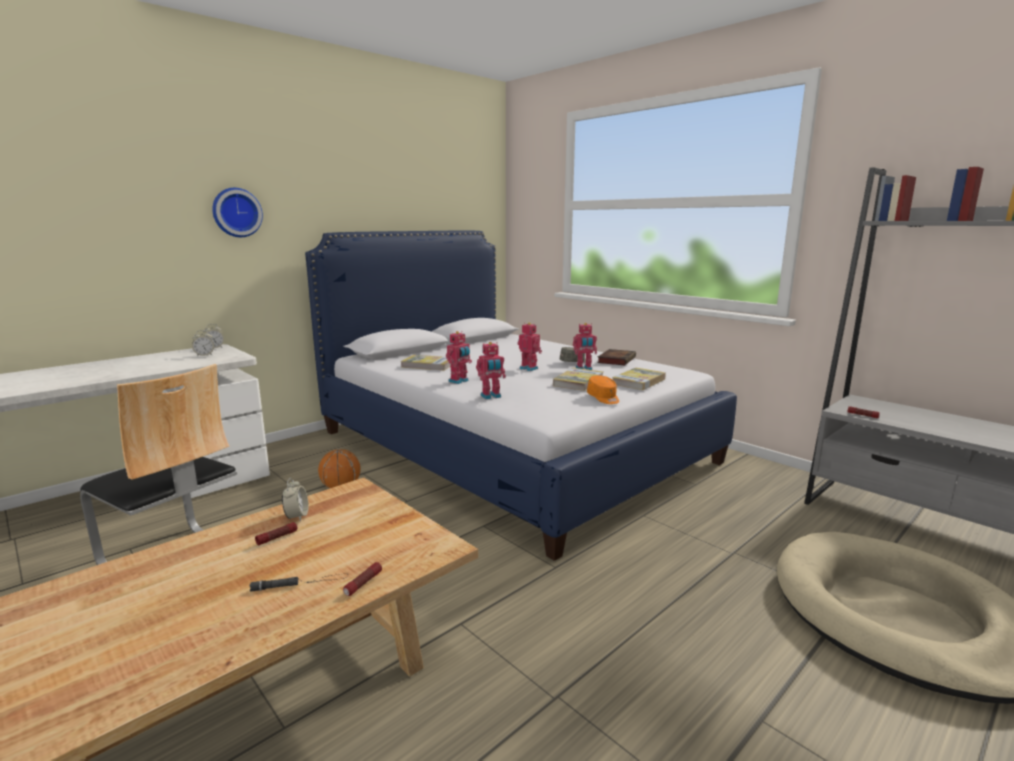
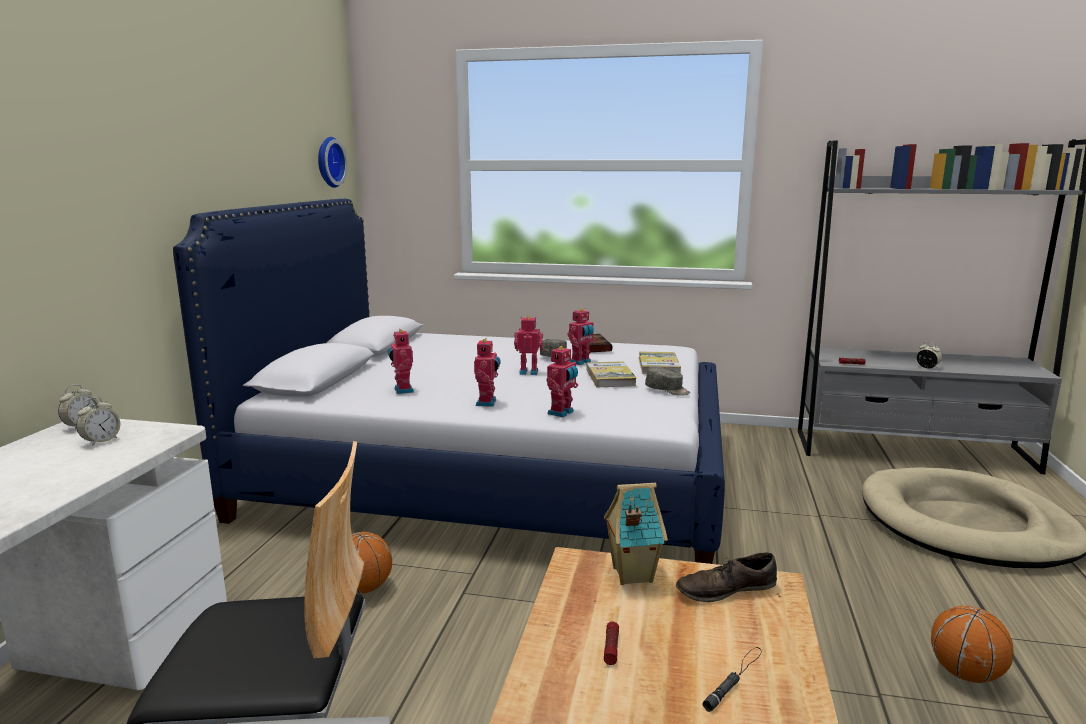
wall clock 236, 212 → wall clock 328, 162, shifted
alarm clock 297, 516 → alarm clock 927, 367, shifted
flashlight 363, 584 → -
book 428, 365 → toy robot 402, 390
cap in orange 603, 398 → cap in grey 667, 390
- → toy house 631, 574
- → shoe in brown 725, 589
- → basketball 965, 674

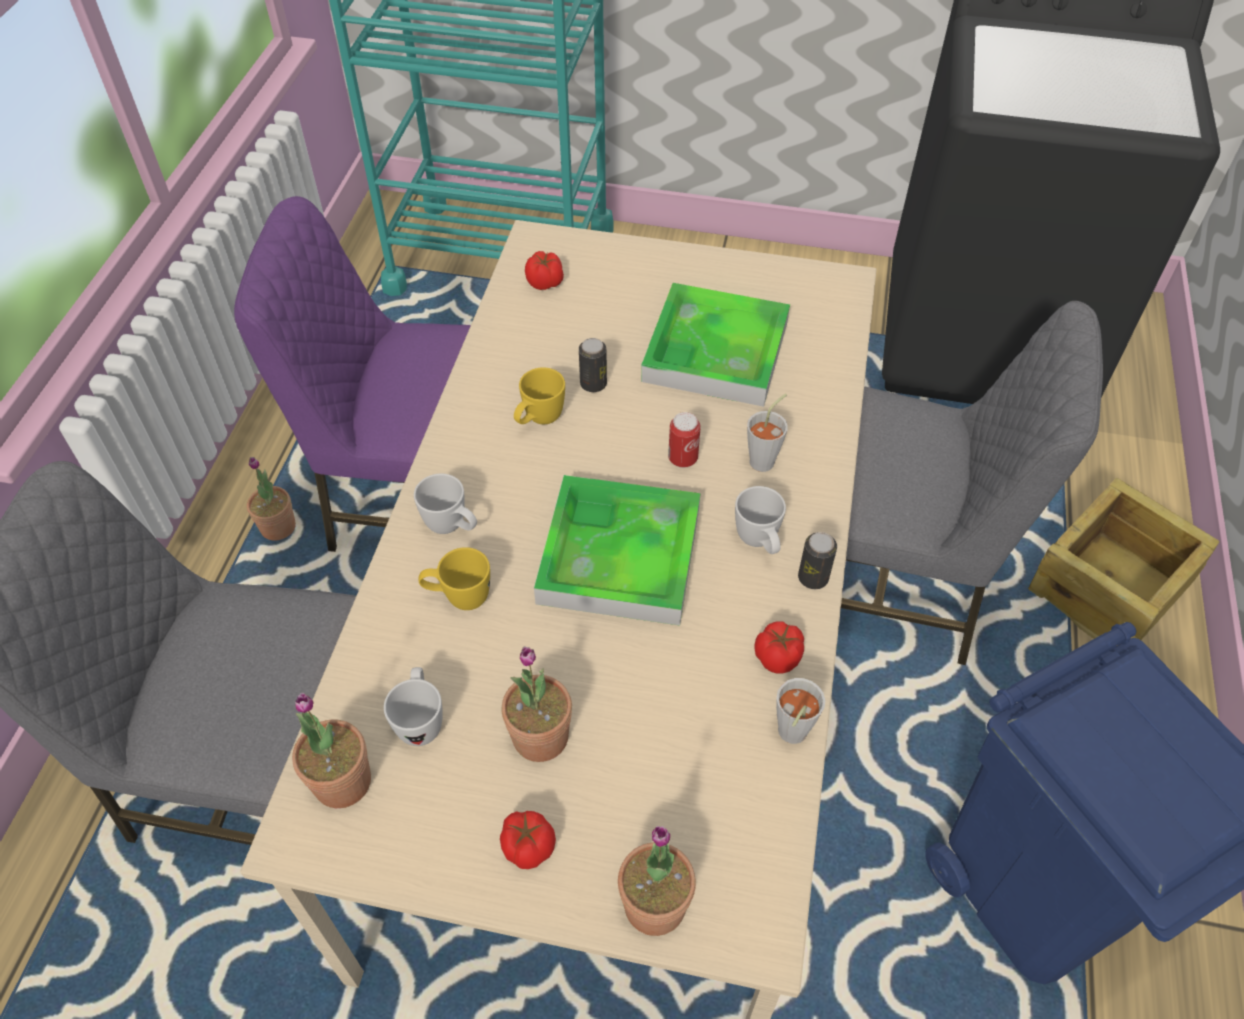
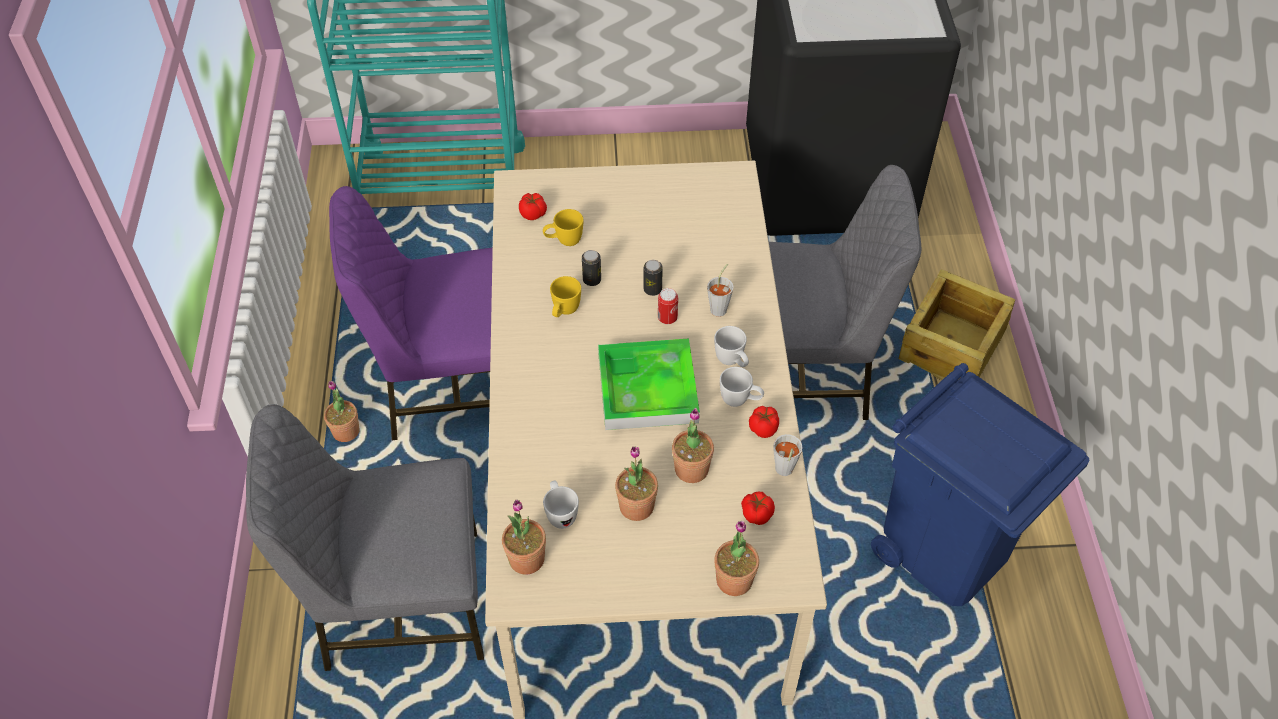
mug in white 452, 527 → mug in white 740, 401, shifted
mug in yellow 459, 598 → mug in yellow 564, 241, shifted
tomato 527, 846 → tomato 756, 514, shifted
tray 715, 351 → -
can 813, 578 → can 652, 289, shifted
- → potted plant 691, 469

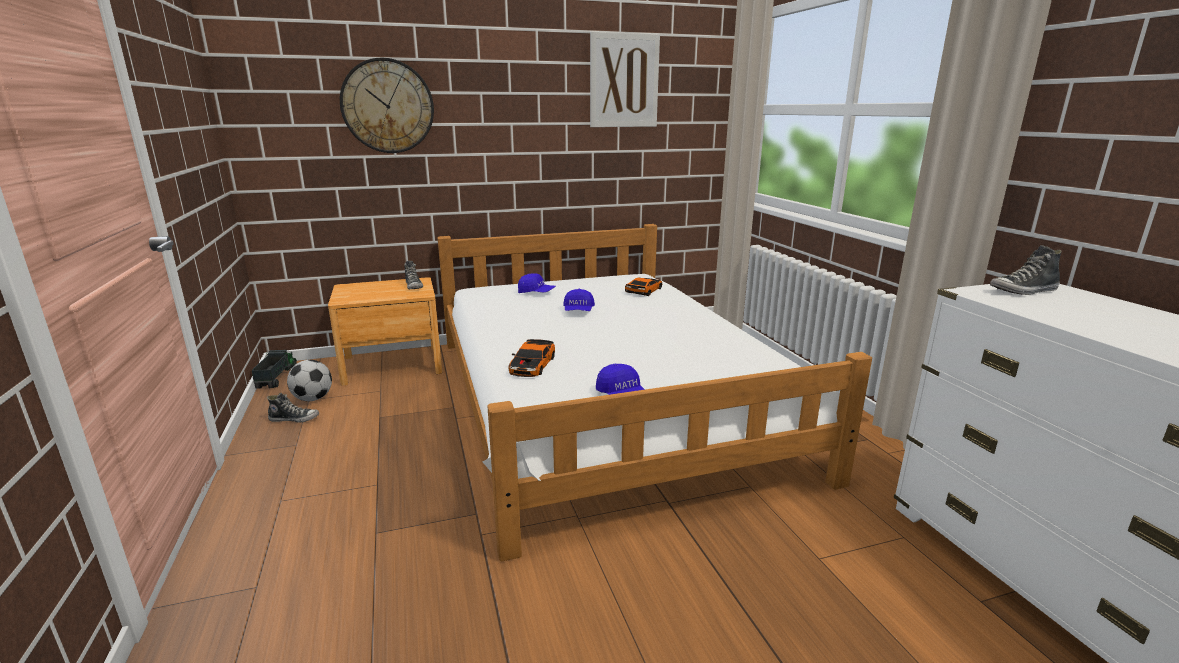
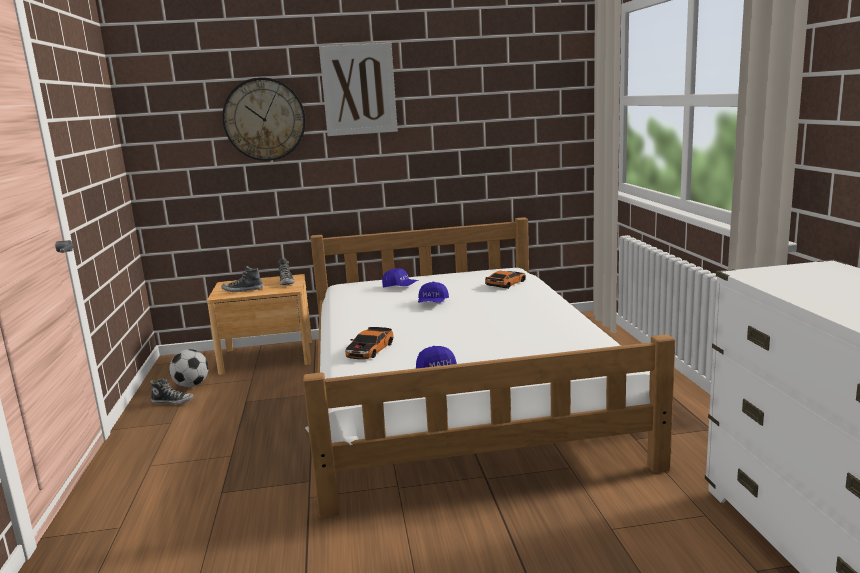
toy truck 277, 377 → -
picture 624, 81 → picture 359, 89, shifted
shoe 1023, 291 → shoe 242, 290, shifted

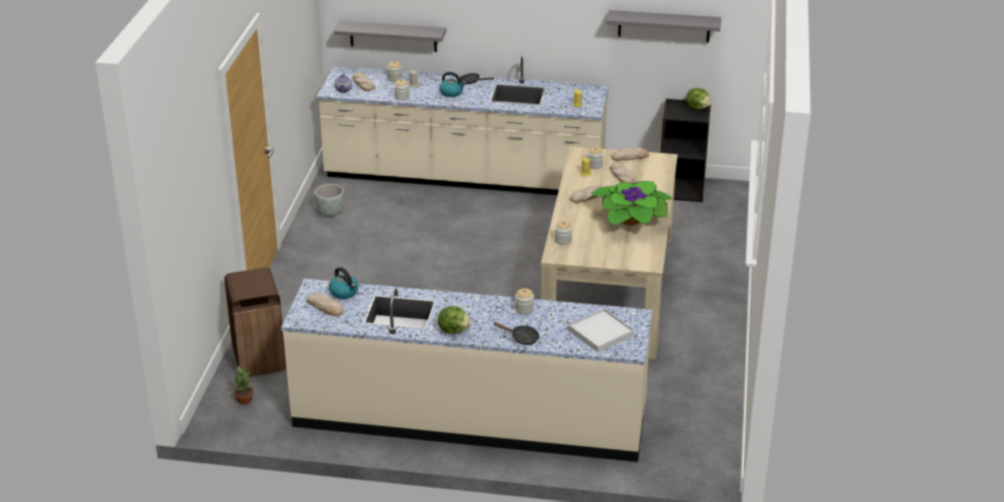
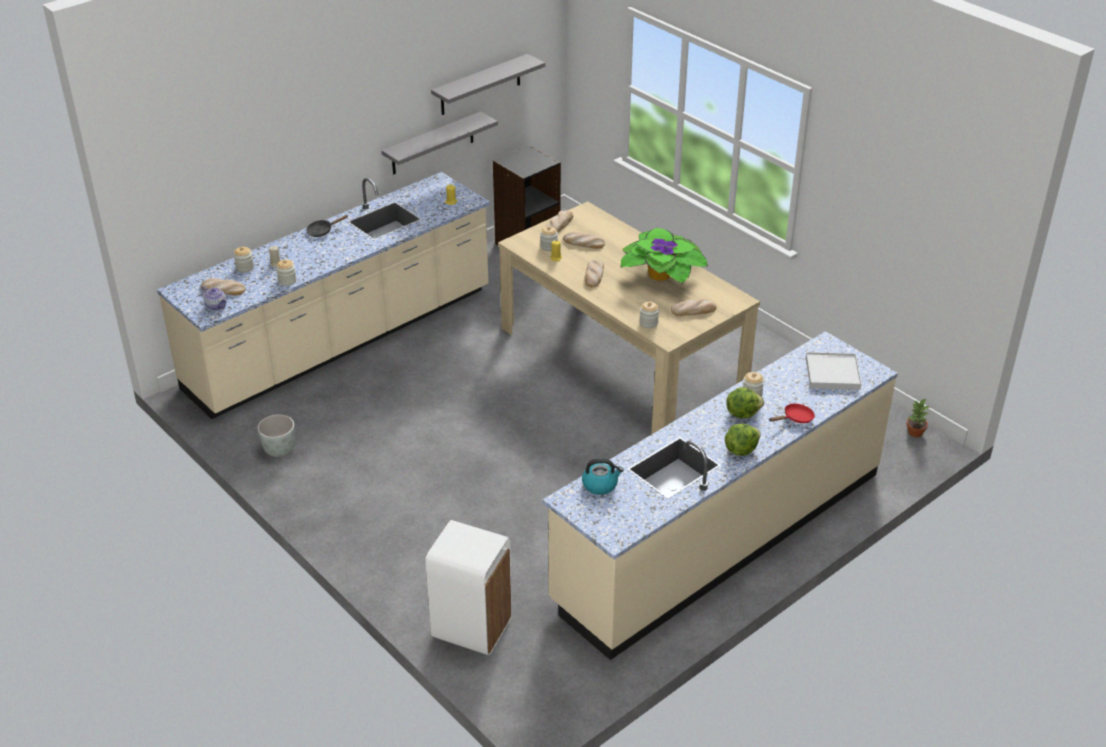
trash can in brown 260, 359 → trash can in white 472, 627
potted plant 244, 400 → potted plant 914, 432, shifted
bread 325, 306 → bread 693, 310, shifted
shelf in grey 393, 36 → shelf in grey 432, 144, shifted
kettle 452, 93 → -
frying pan in black 522, 338 → frying pan in red 795, 418
lettuce 698, 107 → lettuce 742, 413, shifted

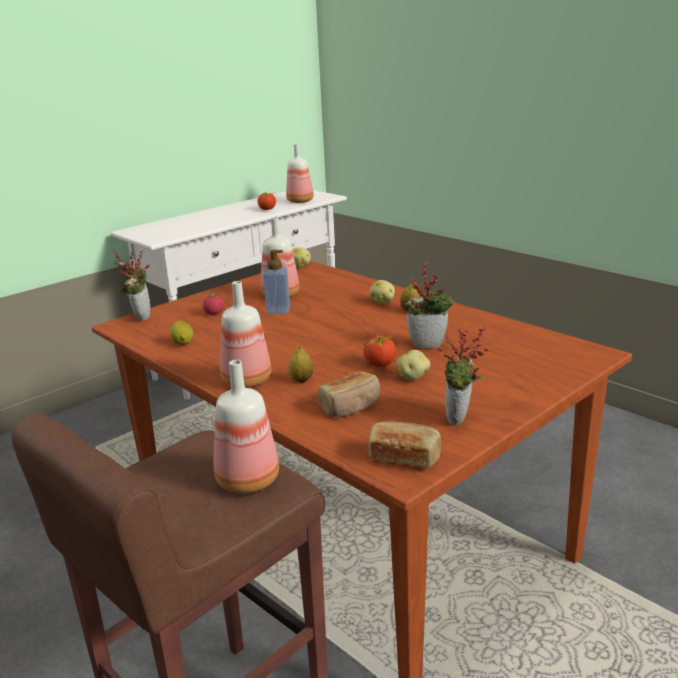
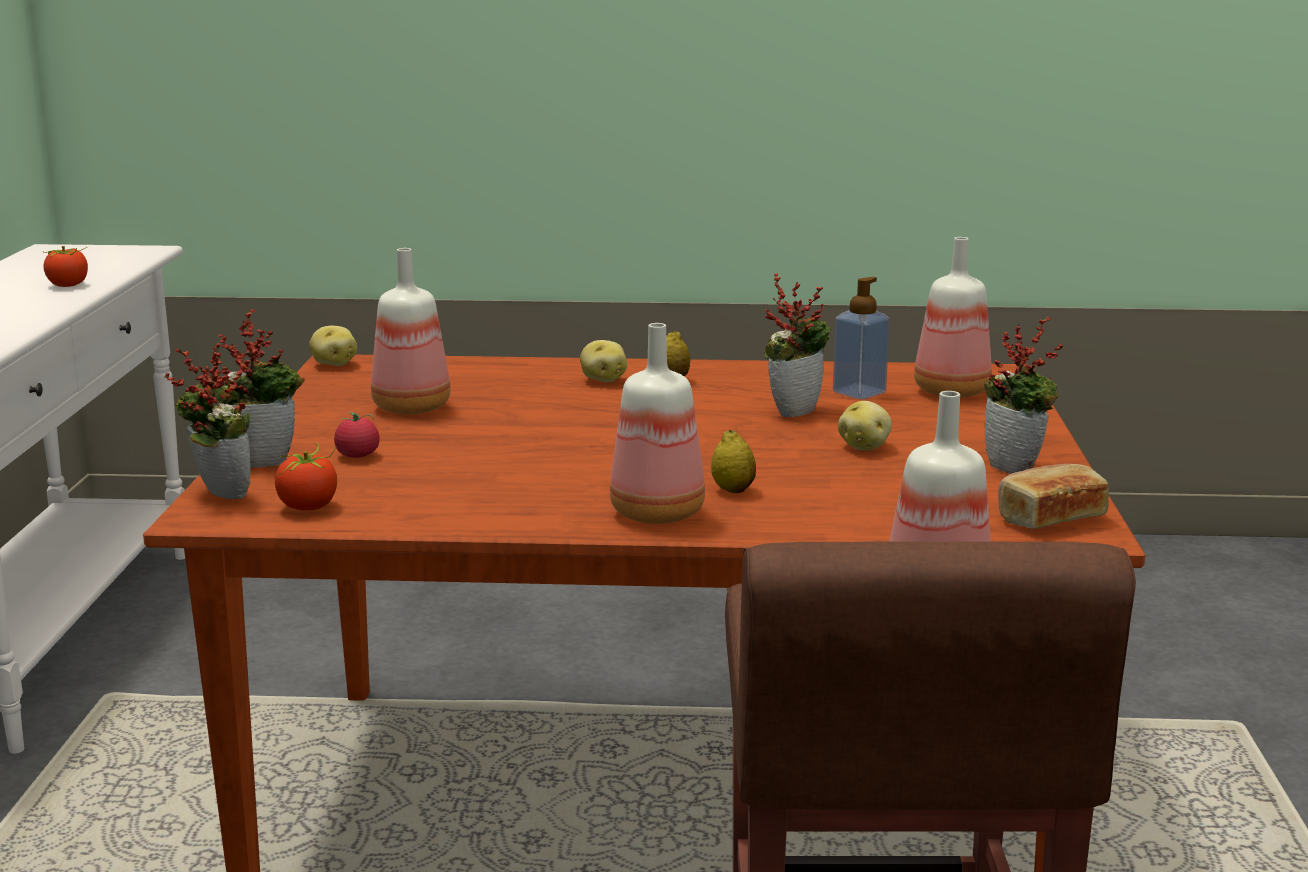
lemon 183, 343 → -
soap dispenser 278, 310 → soap dispenser 859, 393, shifted
bottle 300, 201 → bottle 949, 391, shifted
bread 350, 406 → -
tomato 380, 364 → tomato 308, 506, shifted
- → potted plant 264, 461

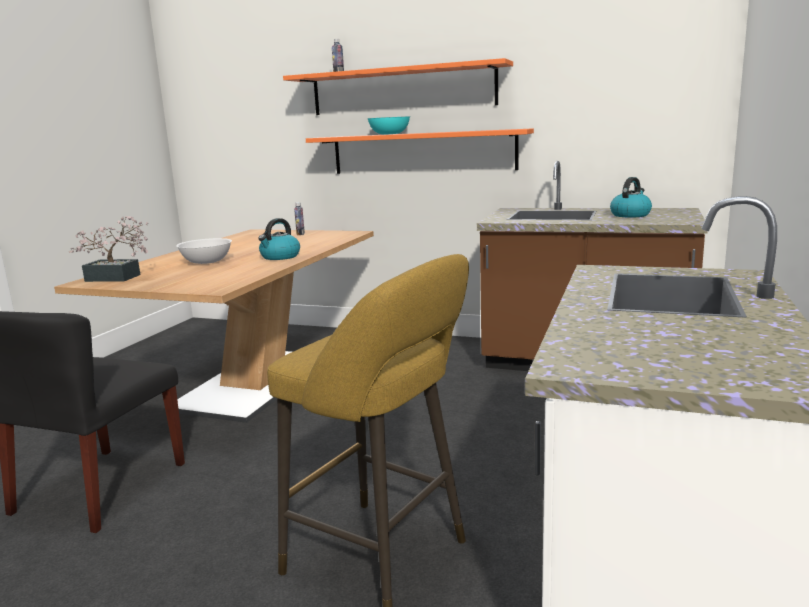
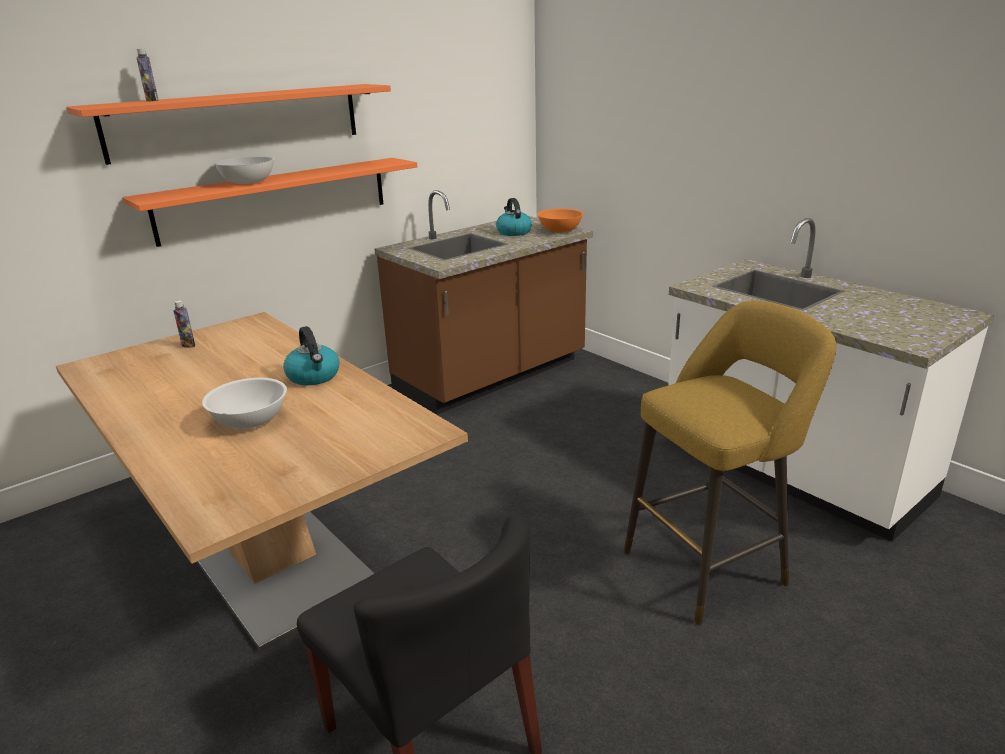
potted plant 118, 278 → -
bowl in turquoise 389, 134 → bowl in white 247, 182
- → bowl in orange 559, 230

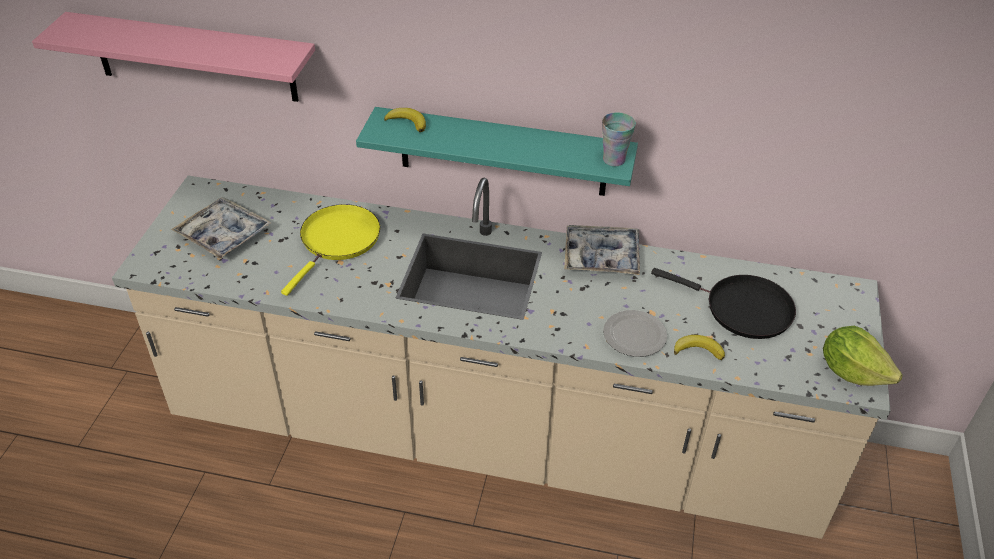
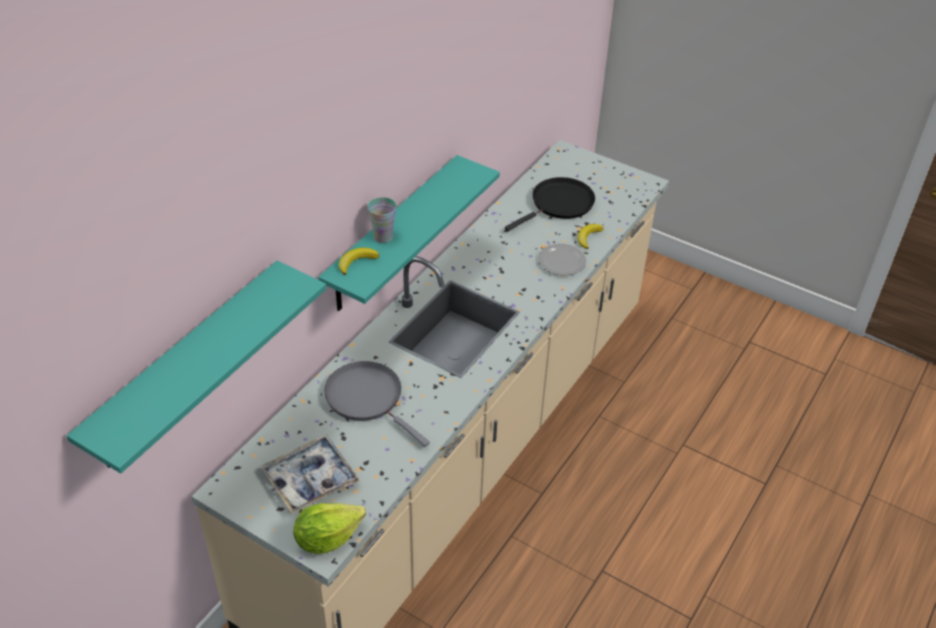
shelf in pink 194, 57 → shelf in turquoise 186, 366
frying pan in yellow 338, 241 → frying pan in grey 368, 398
tray 601, 256 → -
cup 614, 160 → cup 383, 237, shifted
lettuce 852, 371 → lettuce 327, 538, shifted

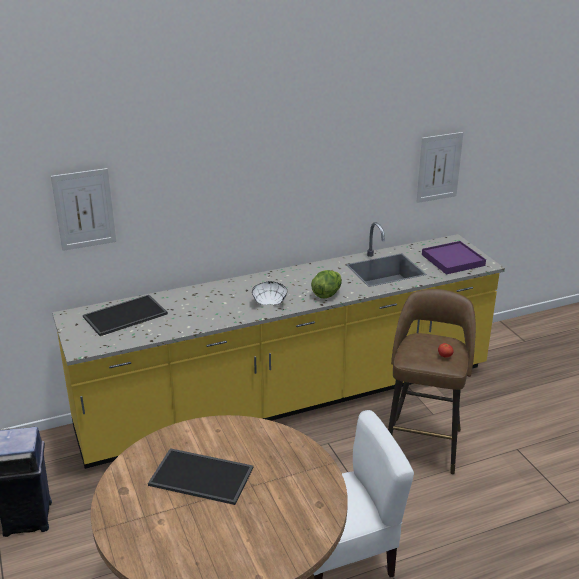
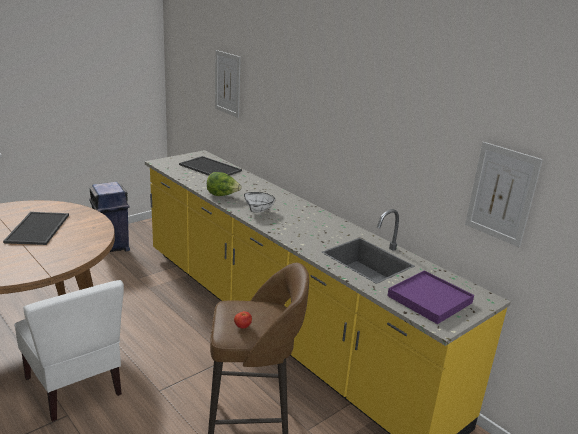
lettuce 327, 294 → lettuce 222, 195, shifted

